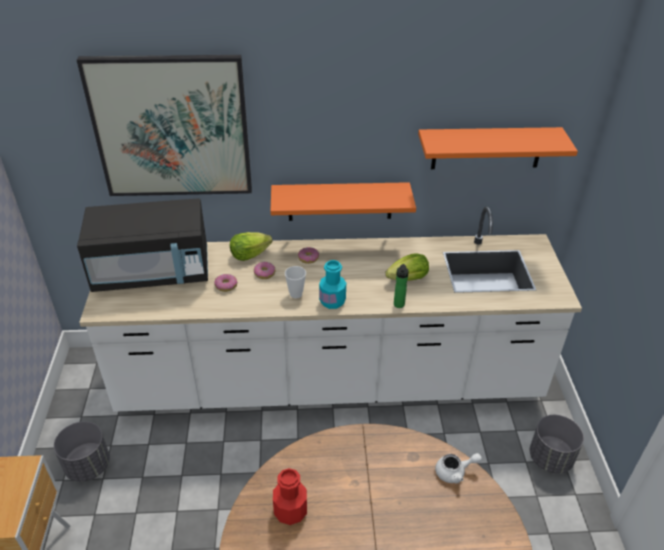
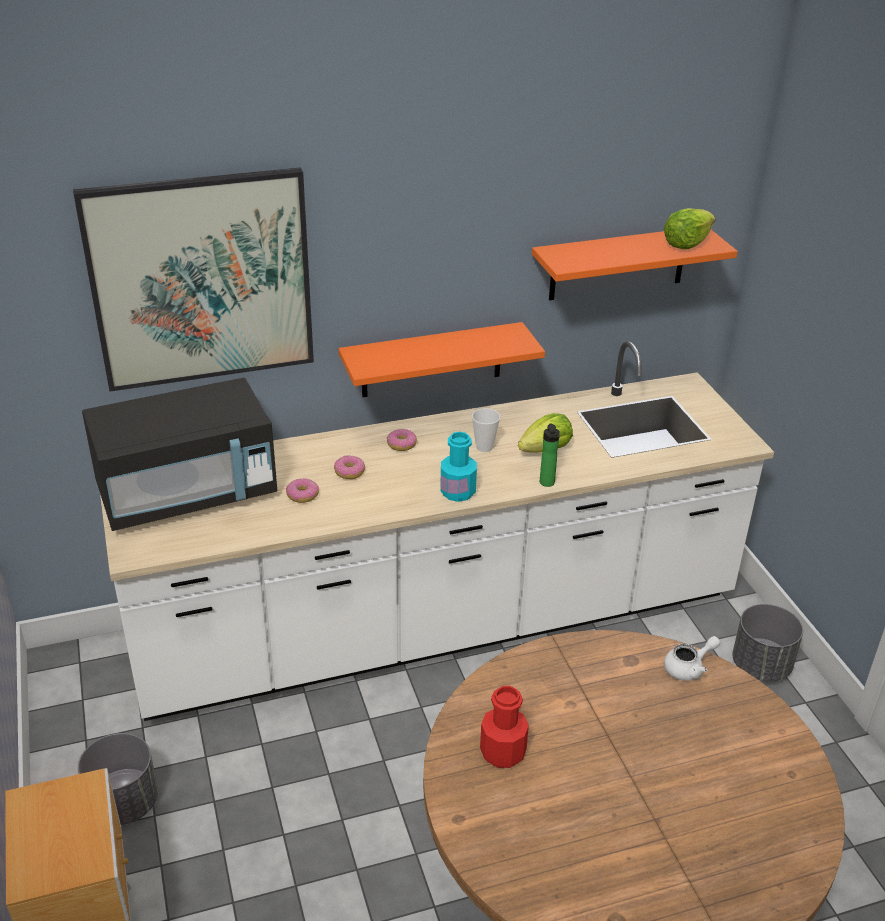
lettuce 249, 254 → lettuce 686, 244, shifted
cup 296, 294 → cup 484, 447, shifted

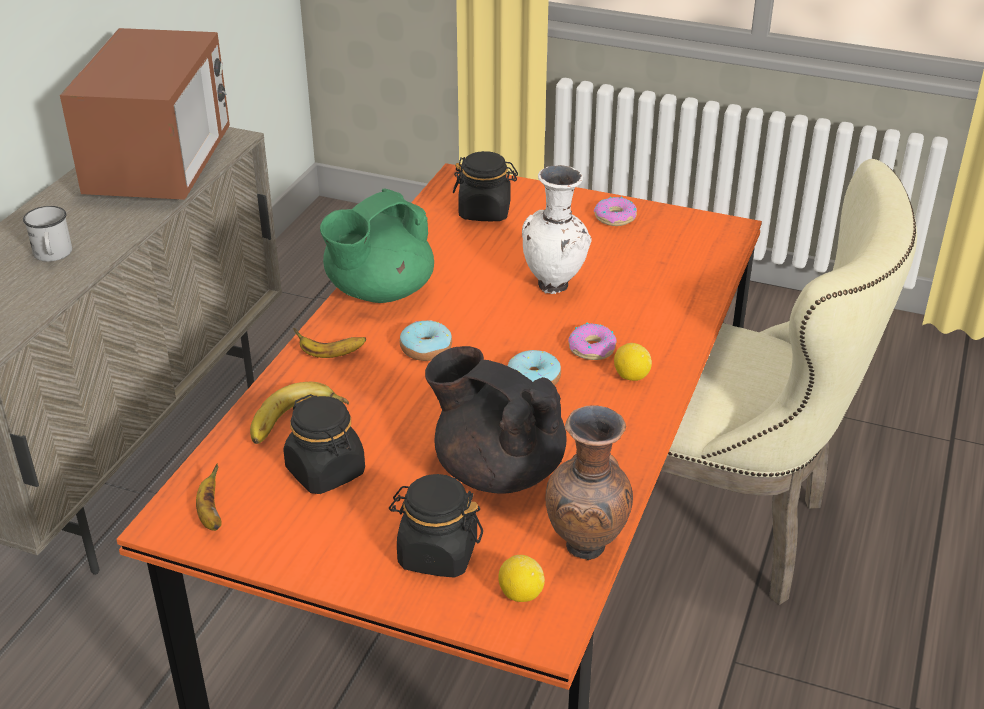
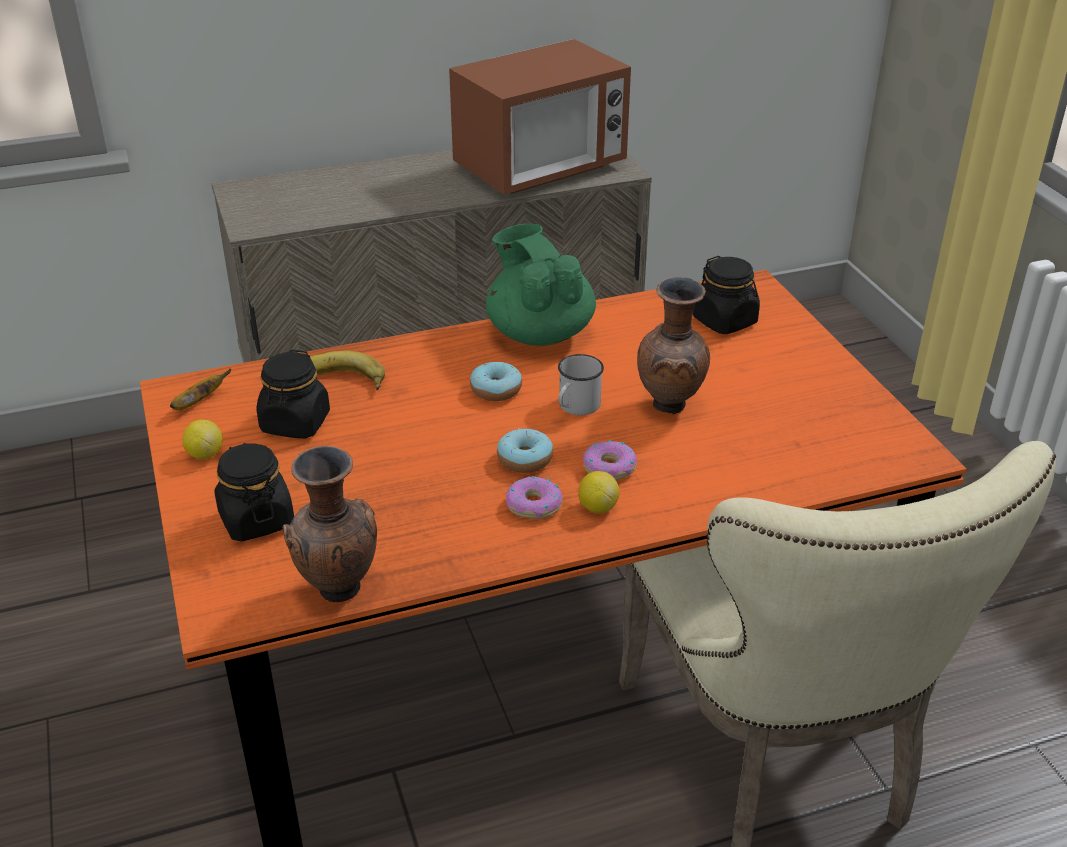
mug in white 53, 255 → mug in white 575, 407, shifted
banana 330, 355 → -
teapot in green 378, 292 → teapot in green 539, 332, 60 degrees clockwise
teapot in black 497, 470 → -
lemon 520, 594 → lemon 205, 454, shifted
vase in white 555, 286 → vase in brown 671, 407
donut 615, 218 → donut 533, 505, shifted

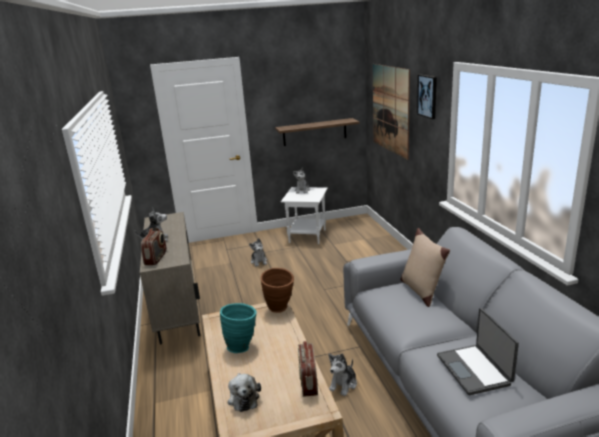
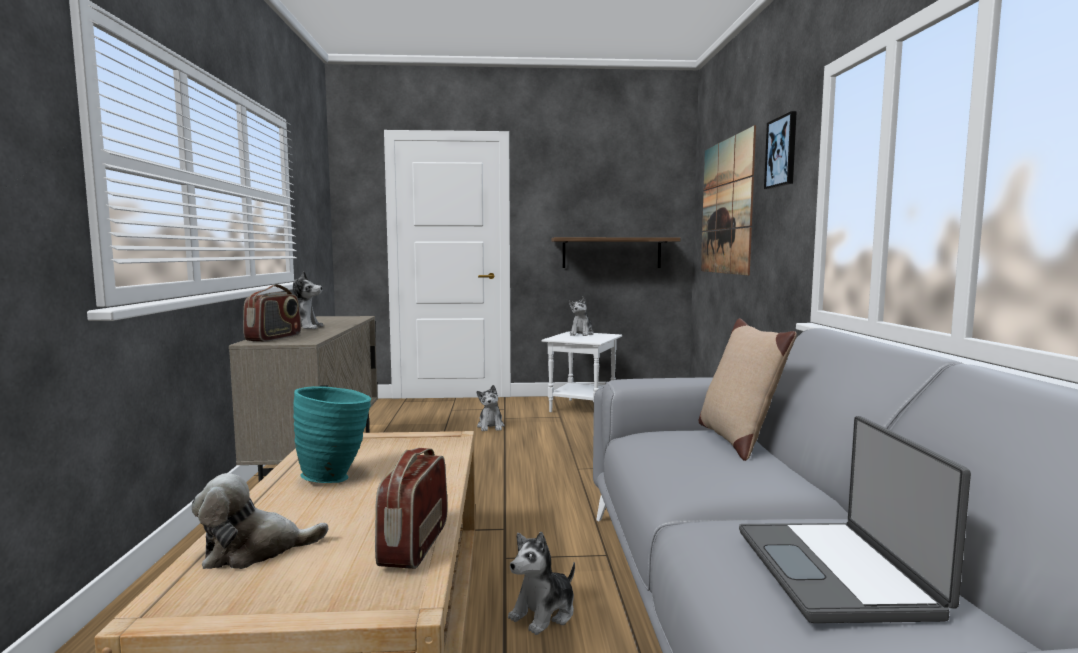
plush toy 243, 397 → plush toy 254, 550, 75 degrees clockwise
vase in brown 280, 309 → -

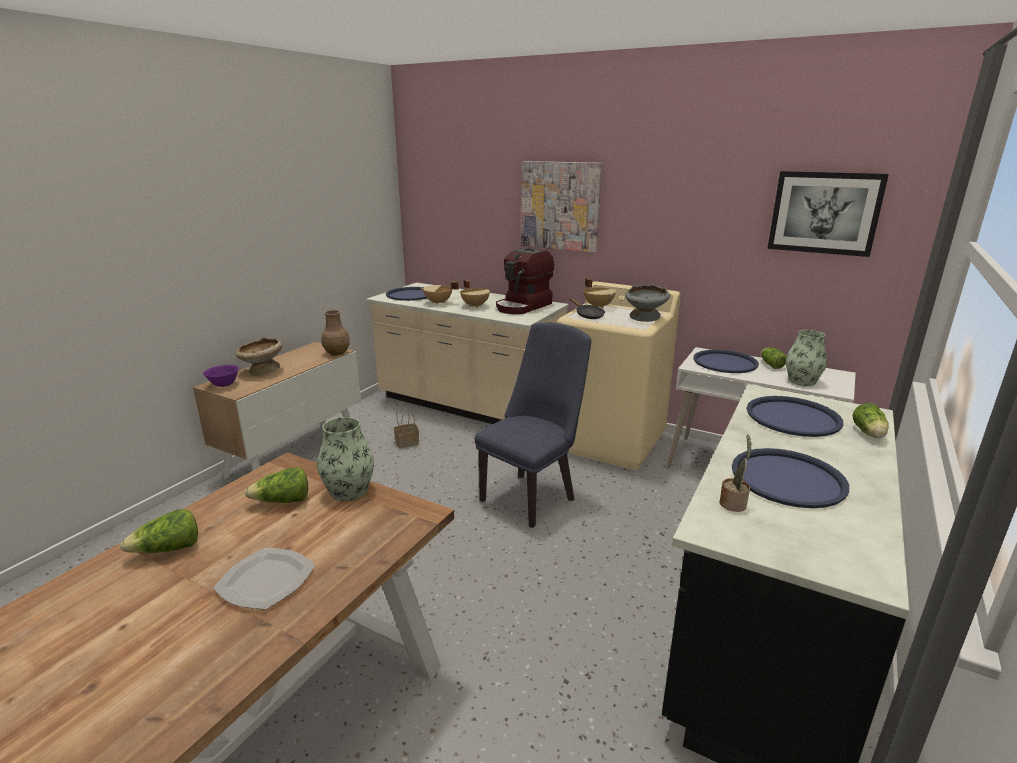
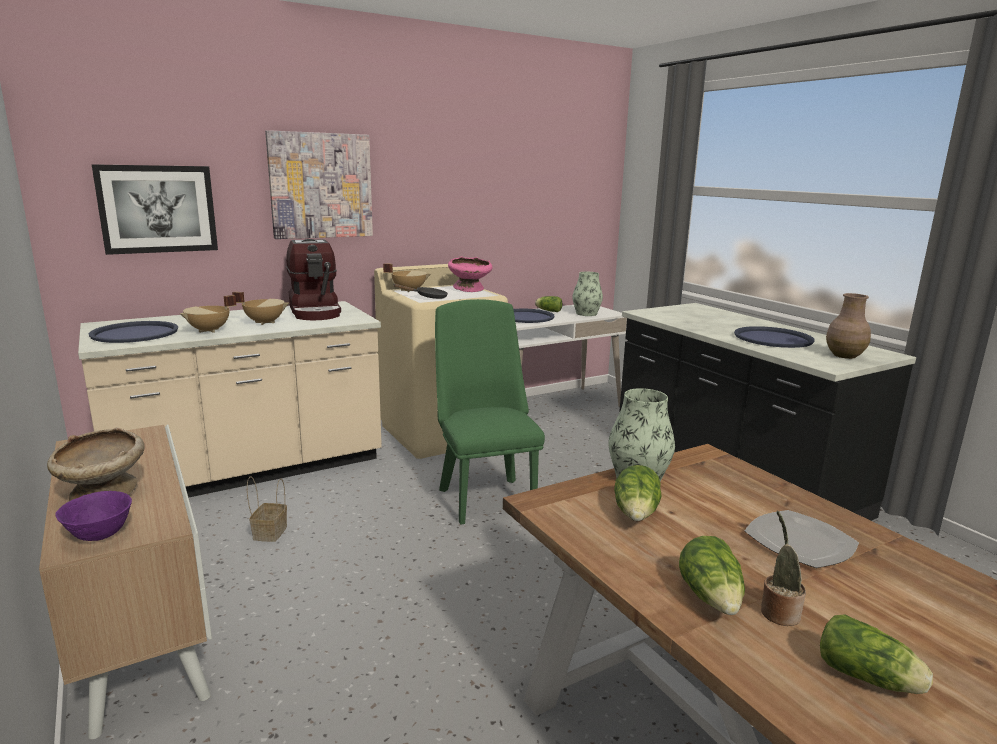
vase in brown 337, 353 → vase in brown 844, 355, shifted
chair in blue 532, 496 → chair in green 484, 496
bowl in grey 645, 318 → bowl in pink 470, 289
potted plant 733, 503 → potted plant 778, 612, shifted
tray in blue 793, 417 → -
picture 824, 213 → picture 157, 209, shifted
lettuce 869, 433 → lettuce 869, 679, shifted

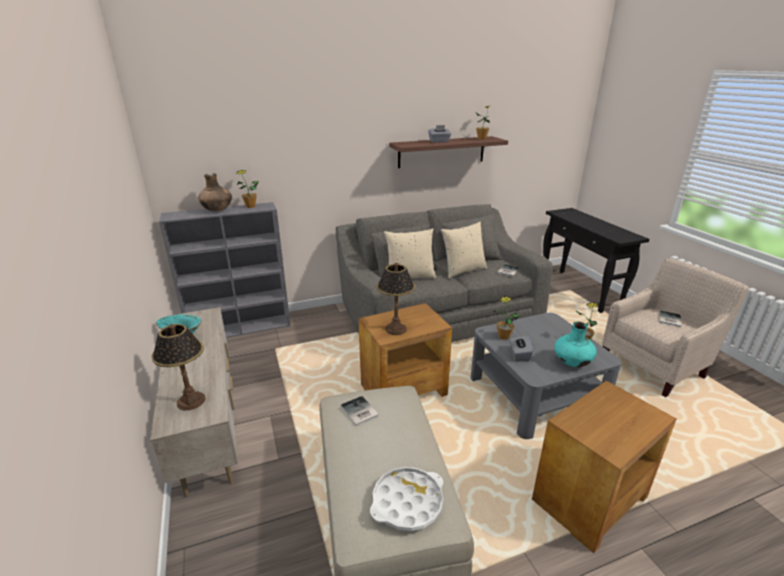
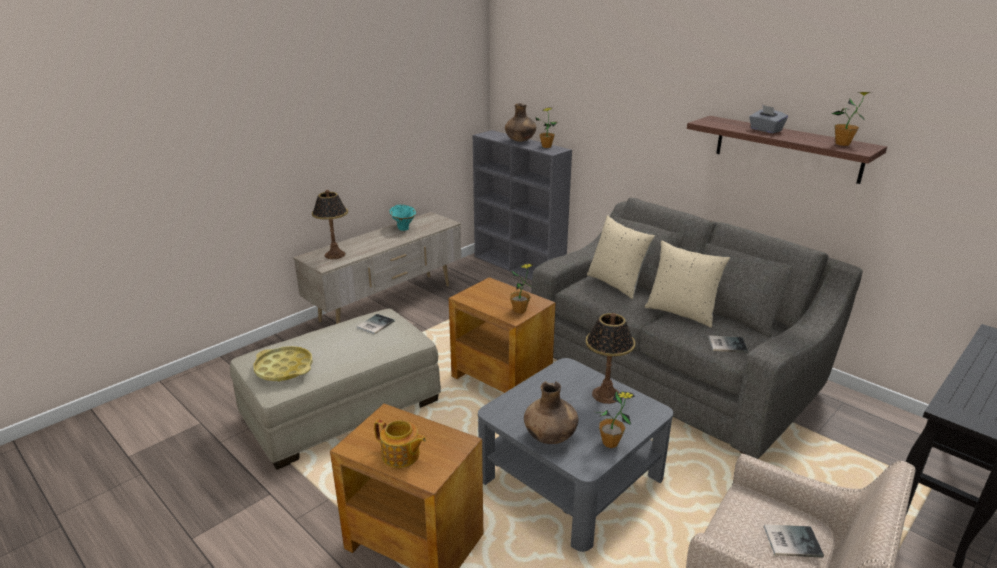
tray in white 407, 502 → tray in yellow 284, 368
table lamp 395, 329 → table lamp 605, 395, shifted
potted plant 503, 337 → potted plant 519, 310, shifted
tissue box in grey 519, 355 → -
vase in turquoise 572, 362 → vase in brown 550, 437
- → teapot 401, 455

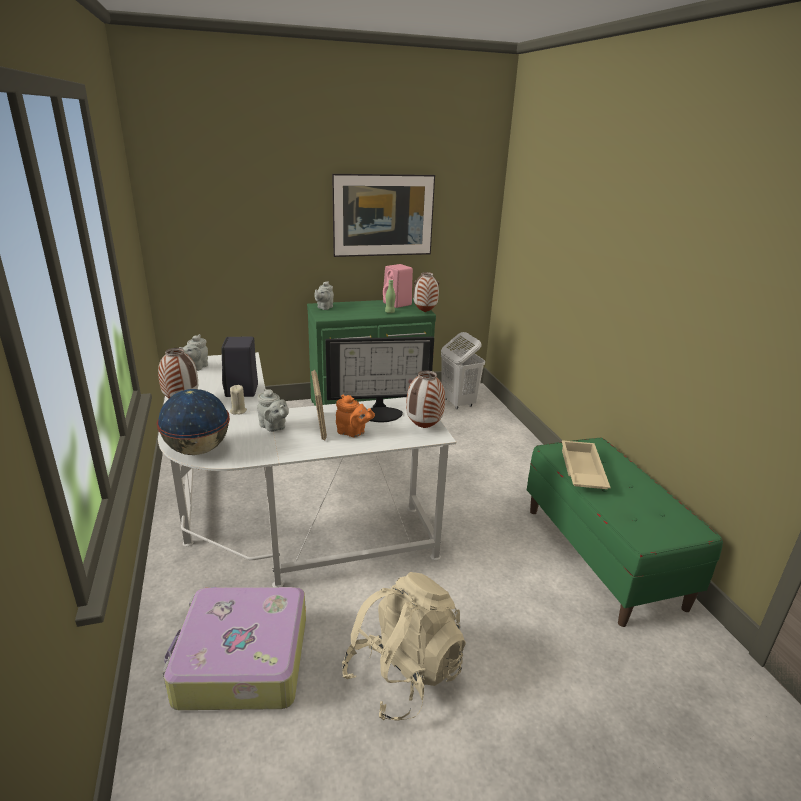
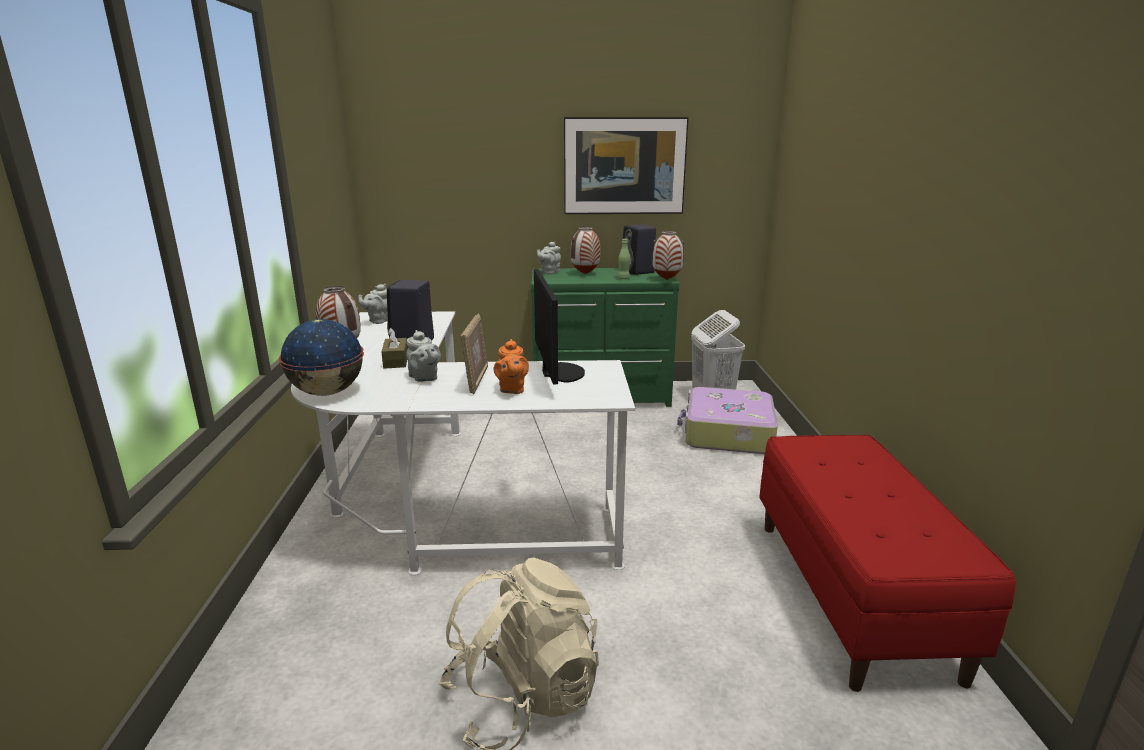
suitcase 241, 660 → suitcase 727, 433, shifted
candle in beige 238, 411 → tissue box in brown 396, 361
monitor 381, 412 → monitor 558, 372, 105 degrees counterclockwise
teapot in orange 353, 433 → teapot in orange 511, 389, 45 degrees clockwise
speaker in pink 398, 304 → speaker in black 638, 272
vase 424, 428 → vase 585, 274, shifted
bench in green 602, 555 → bench in red 852, 595
tray in beige 581, 471 → -

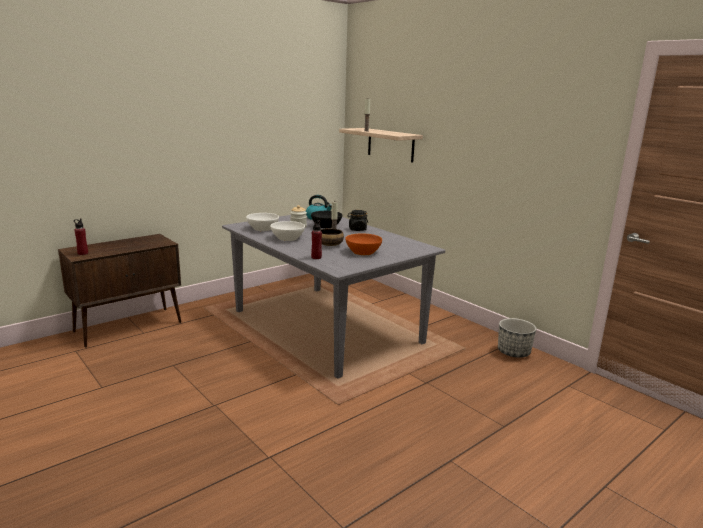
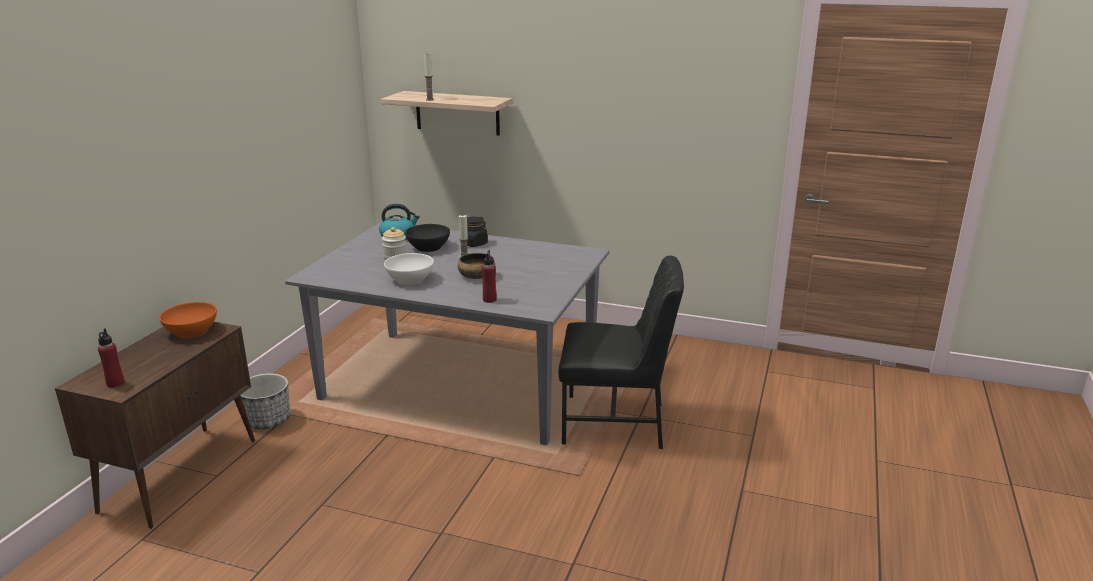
bowl in white 263, 228 → -
bowl in orange 363, 252 → bowl in orange 191, 331, shifted
planter 514, 352 → planter 268, 421, shifted
- → chair in black 616, 423

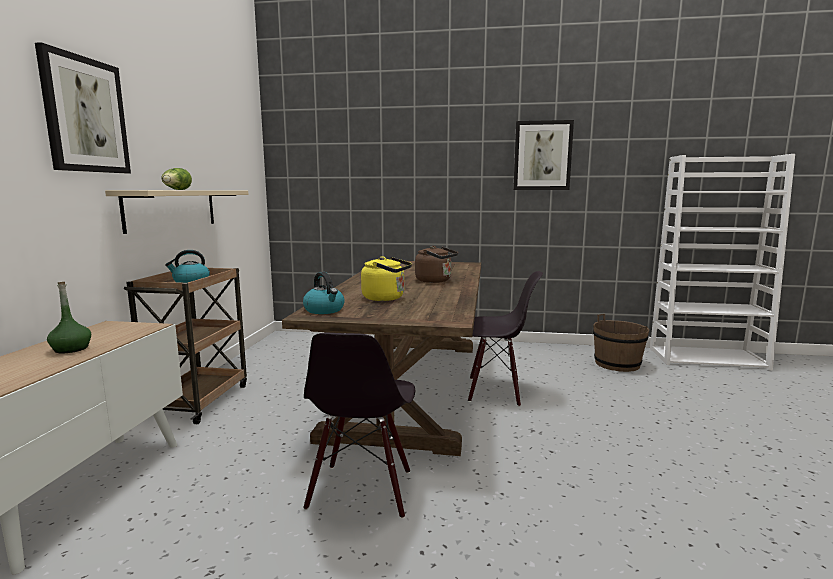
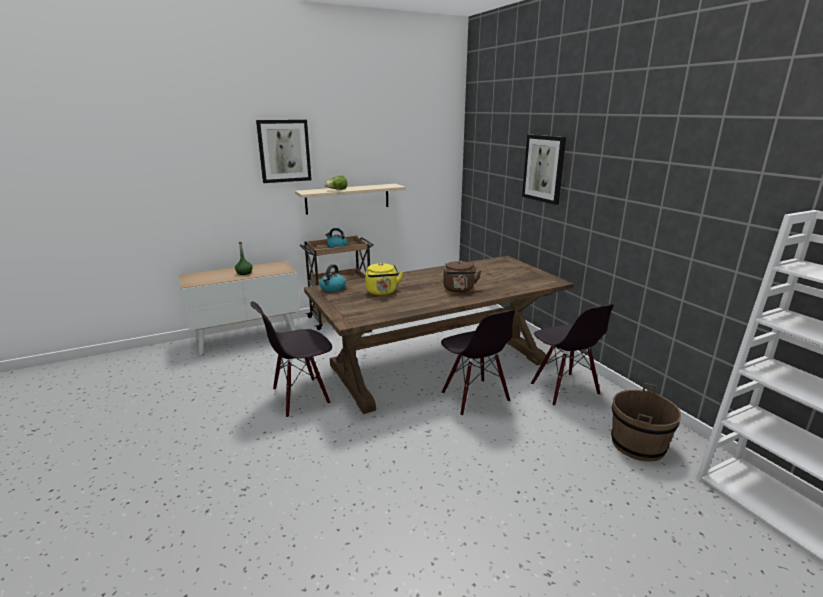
picture 542, 156 → picture 544, 168, shifted
- → chair in black 564, 389

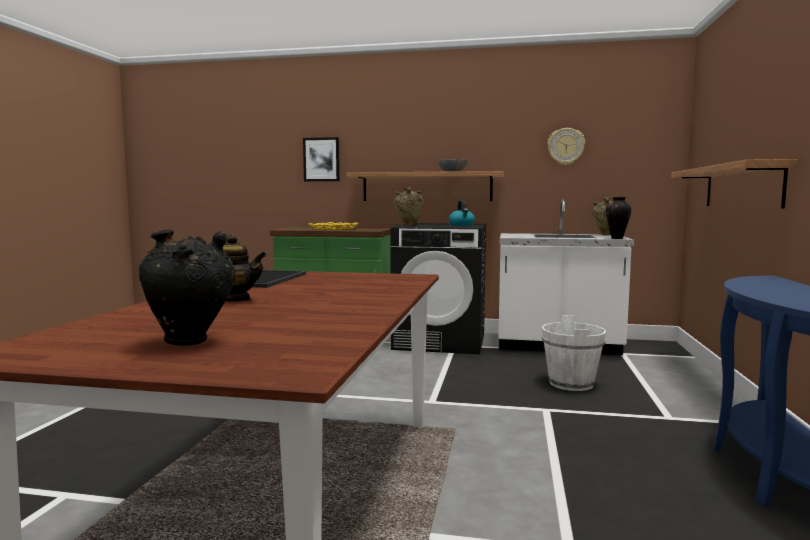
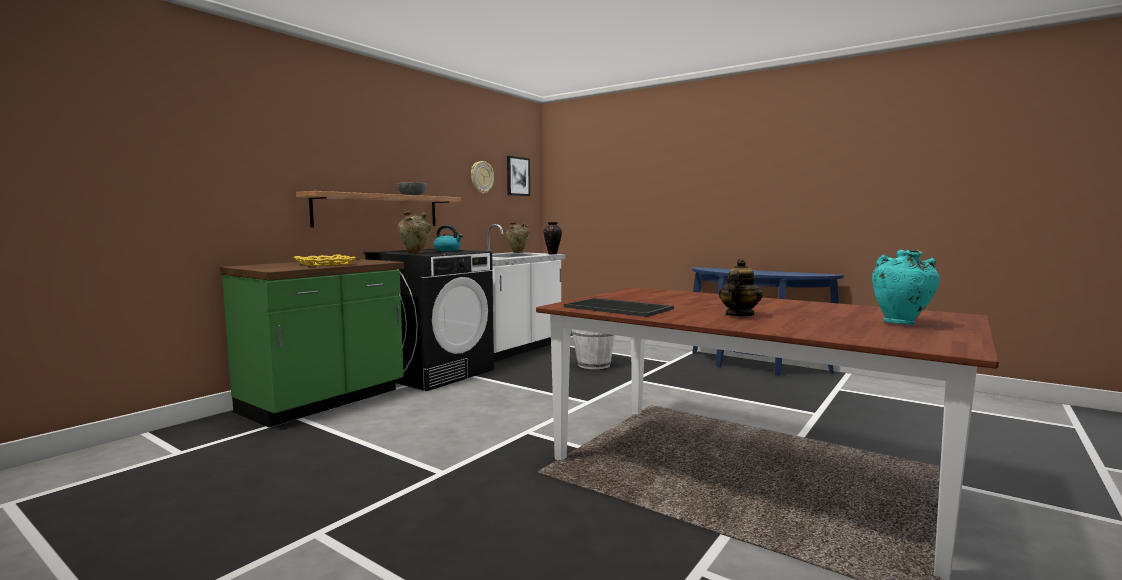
vase in black 191, 342 → vase in turquoise 901, 323
picture 321, 159 → picture 517, 176, shifted
shelf 741, 187 → -

